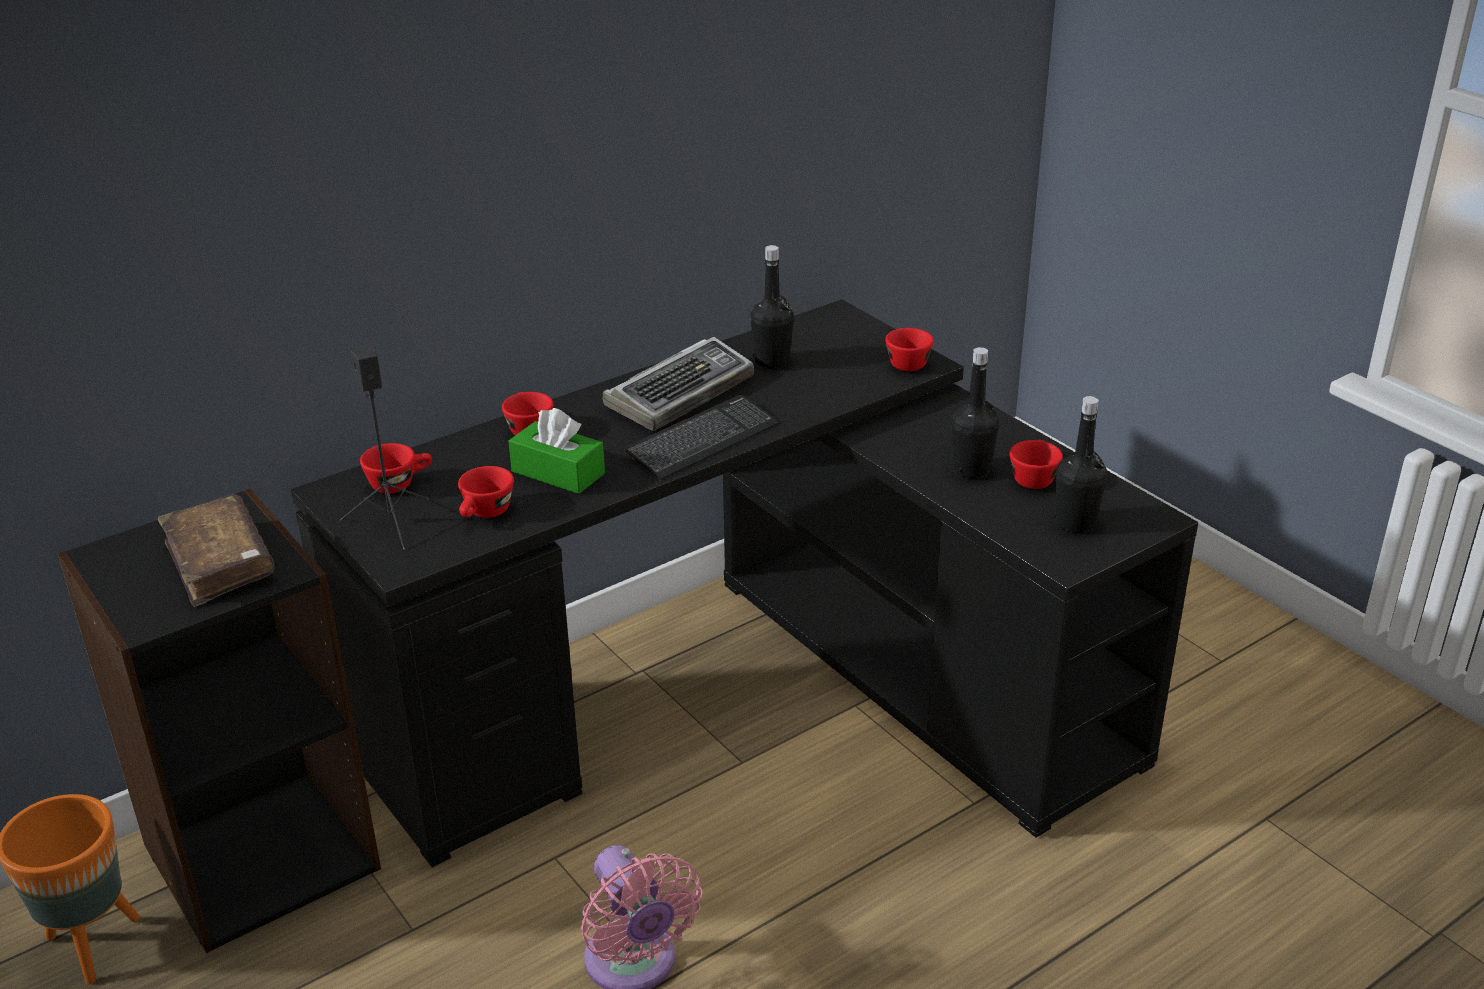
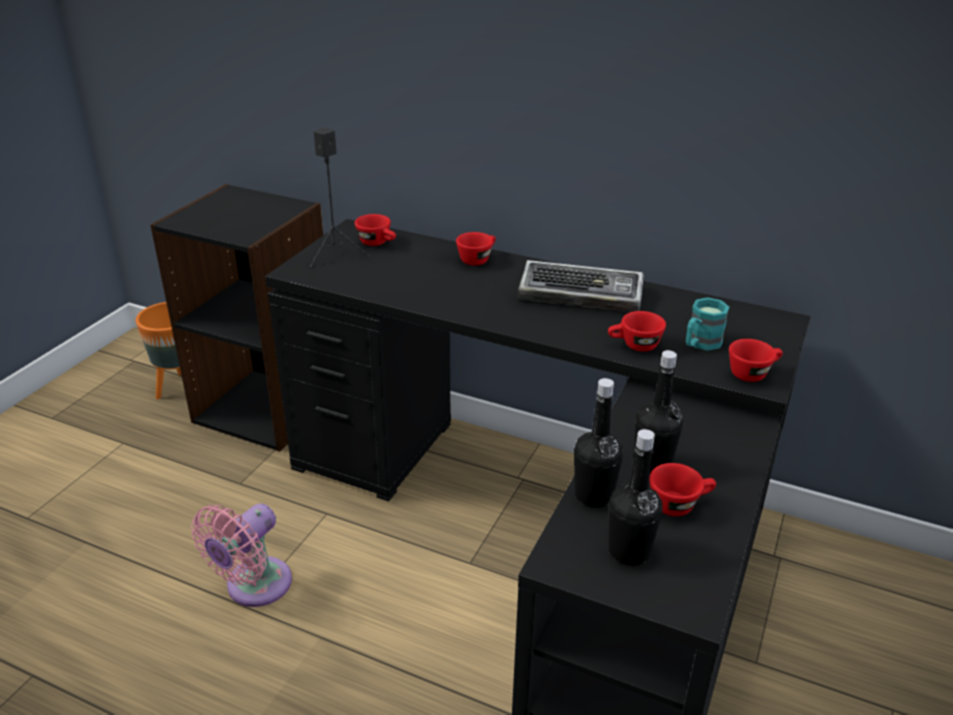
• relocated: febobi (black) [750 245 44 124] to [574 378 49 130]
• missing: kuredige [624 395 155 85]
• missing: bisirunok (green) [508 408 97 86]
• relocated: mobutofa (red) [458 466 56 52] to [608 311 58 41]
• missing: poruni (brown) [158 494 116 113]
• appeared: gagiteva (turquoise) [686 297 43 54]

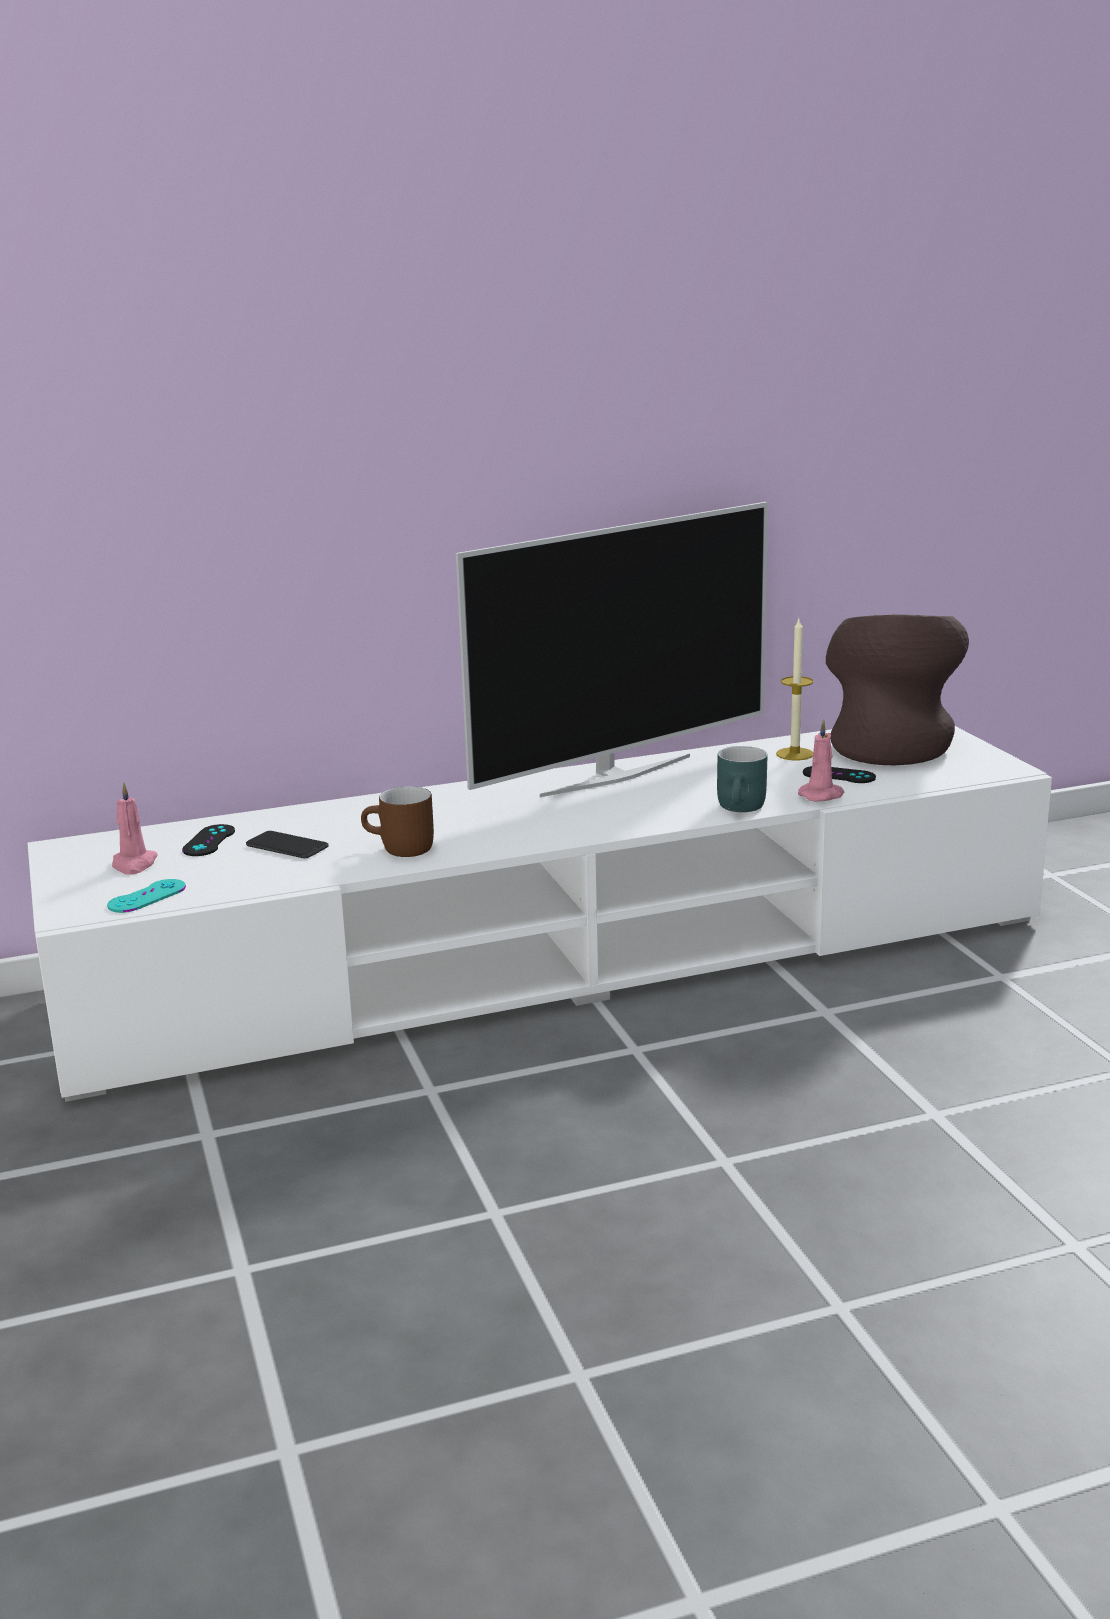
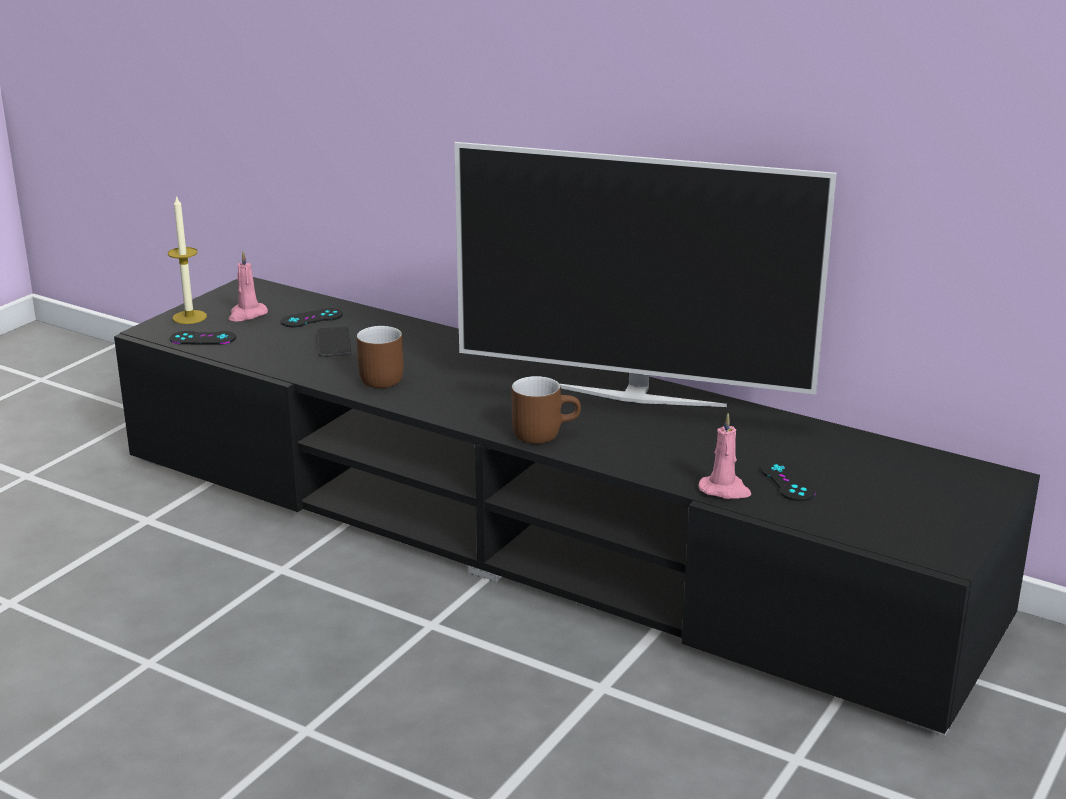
• missing: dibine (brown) [826 615 143 150]
• relocated: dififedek [776 619 37 141] to [168 195 39 129]
• colour: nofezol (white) [27 726 1025 376] to nofezol (black) [114 277 926 459]
• missing: gagiteva (turquoise) [717 746 51 66]
• colour: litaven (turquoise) [107 879 79 34] to litaven (black) [170 331 66 14]
• appeared: gagiteva (brown) [511 376 70 68]

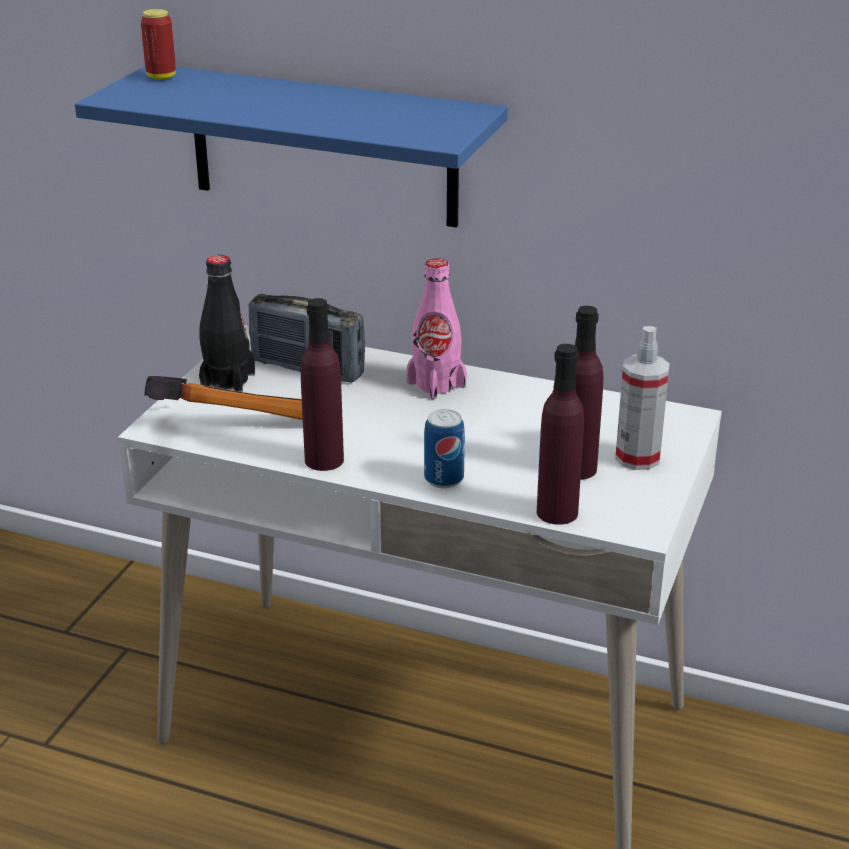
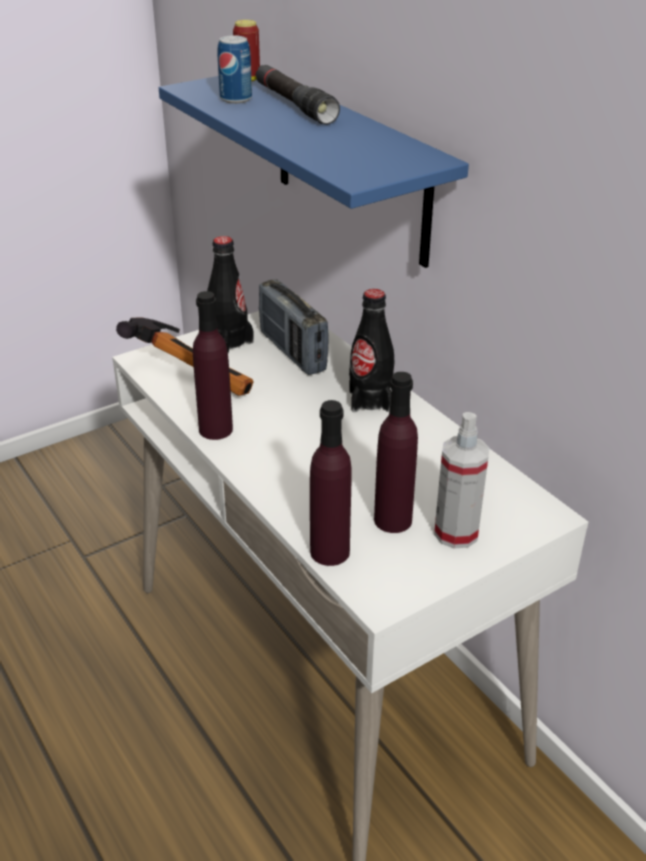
• colour: febobi (pink) [406 258 61 141] to febobi (black) [349 289 45 123]
• relocated: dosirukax [424 409 41 79] to [217 36 35 68]
• appeared: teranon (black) [256 65 84 60]

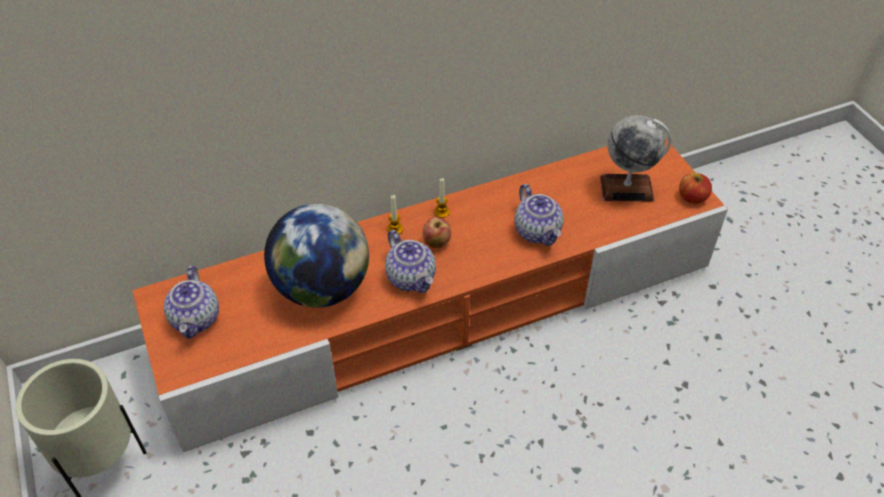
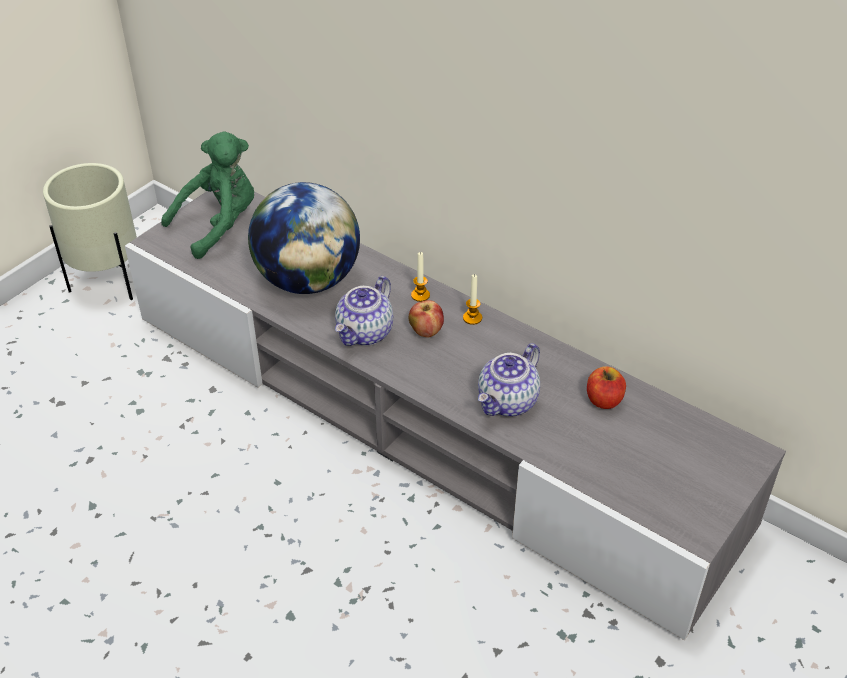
• missing: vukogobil [600 115 71 86]
• colour: nofezol (orange) [132 138 596 315] to nofezol (grey) [125 191 661 449]
• relocated: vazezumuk [679 173 33 31] to [587 366 39 43]
• exchanged: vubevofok [164 266 55 73] to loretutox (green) [161 131 93 128]

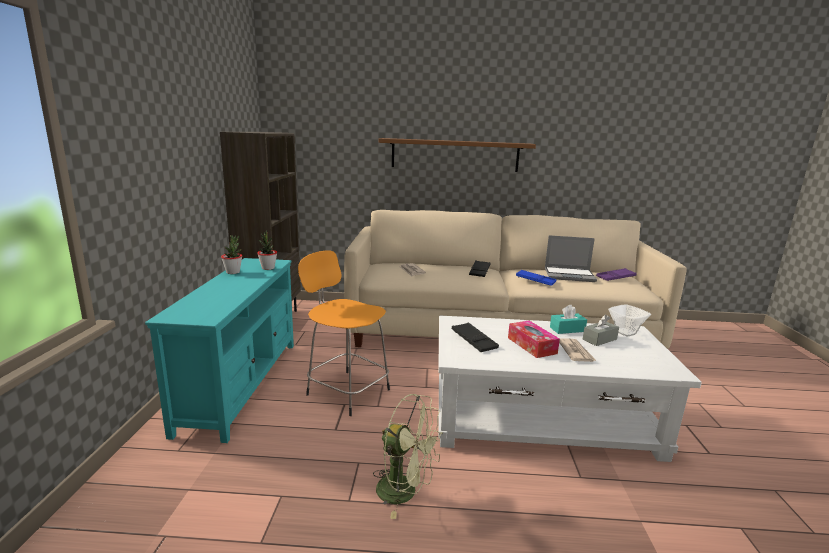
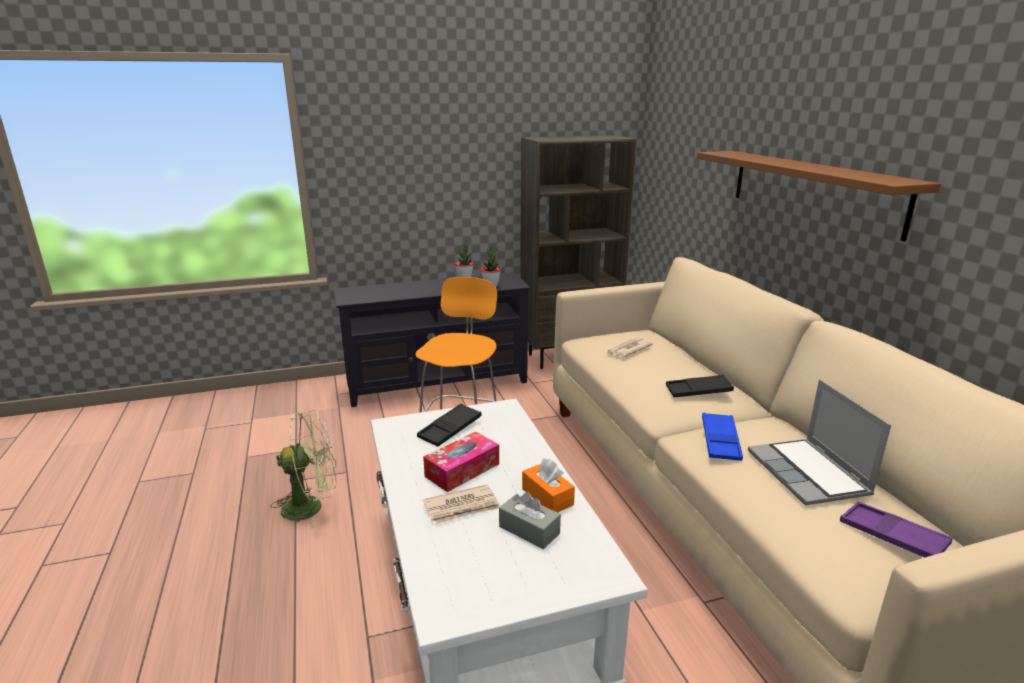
• colour: nofezol (turquoise) [145 258 149 185] to nofezol (black) [333 273 197 134]
• missing: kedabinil [608 304 43 32]
• colour: bisirunok (turquoise) [550 305 37 29] to bisirunok (orange) [522 458 53 55]
• spun: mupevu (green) [373 394 70 125] = [271 410 65 119] 105 degrees counterclockwise

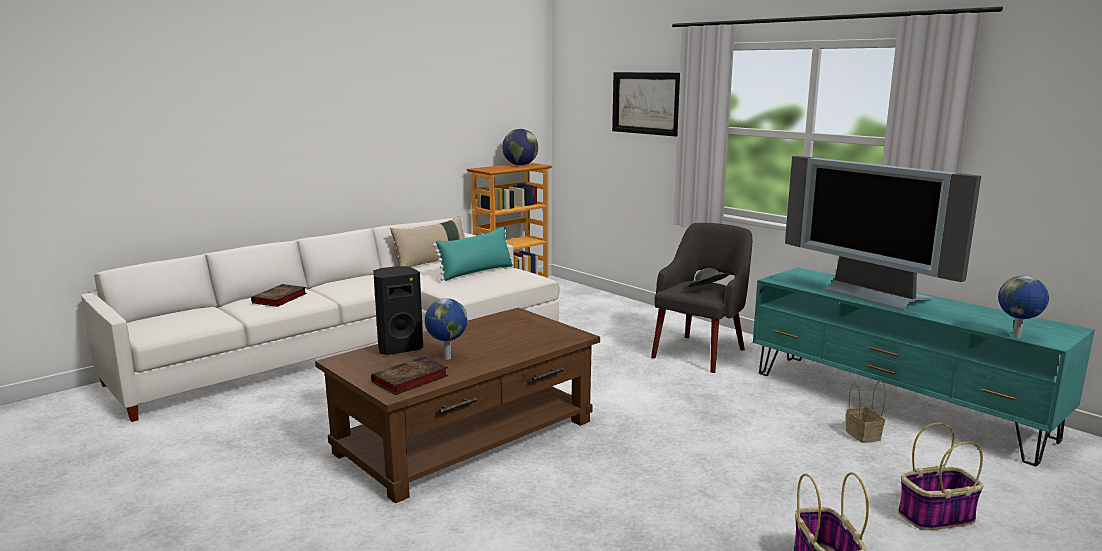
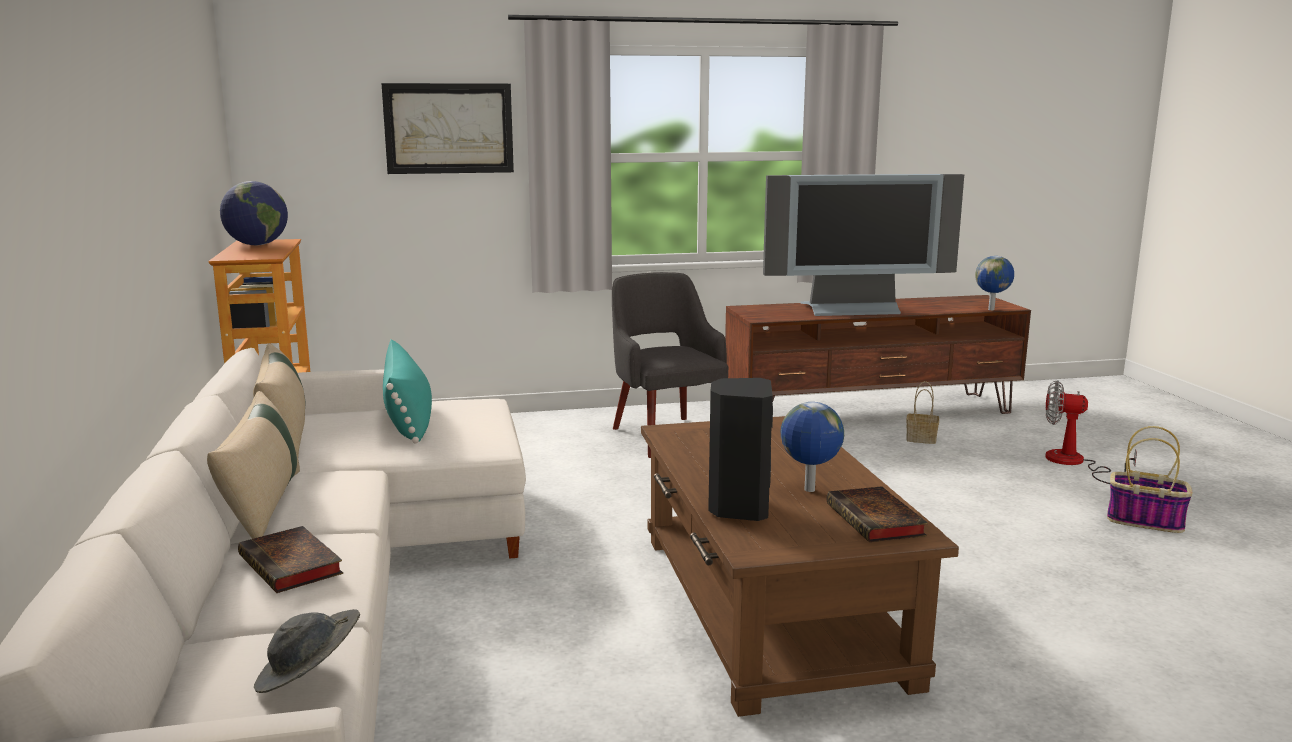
• colour: nofezol (turquoise) [753 267 342 199] to nofezol (brown) [725 295 306 119]
• relocated: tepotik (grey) [688 268 41 19] to [254 609 106 84]
• exchanged: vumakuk [898 422 85 108] to mupevu [1045 380 92 104]
• appeared: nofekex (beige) [207 391 93 148]

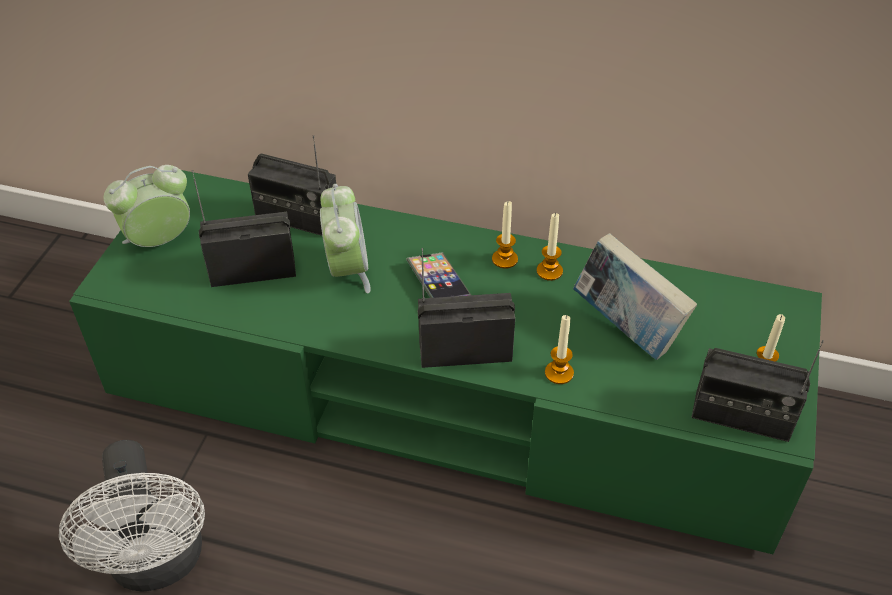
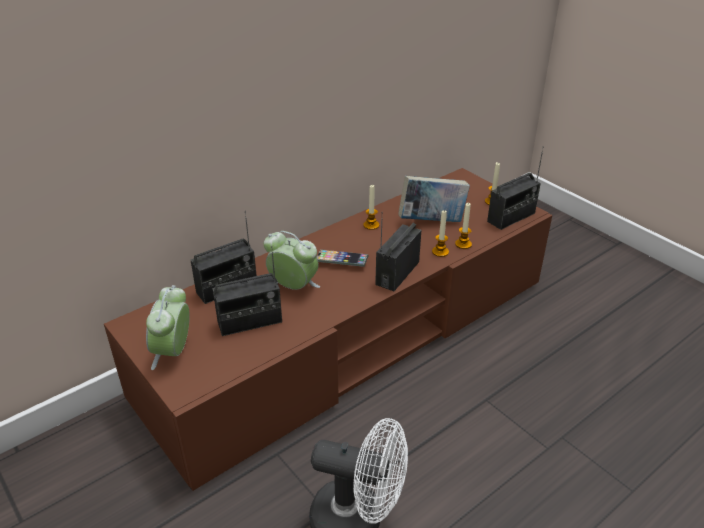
• colour: nofezol (green) [69 170 753 384] to nofezol (brown) [104 168 448 323]
• spun: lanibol [192 170 104 117] = [212 246 70 90] 135 degrees counterclockwise
• relocated: dififedek [492 201 26 68] to [455 203 17 46]

